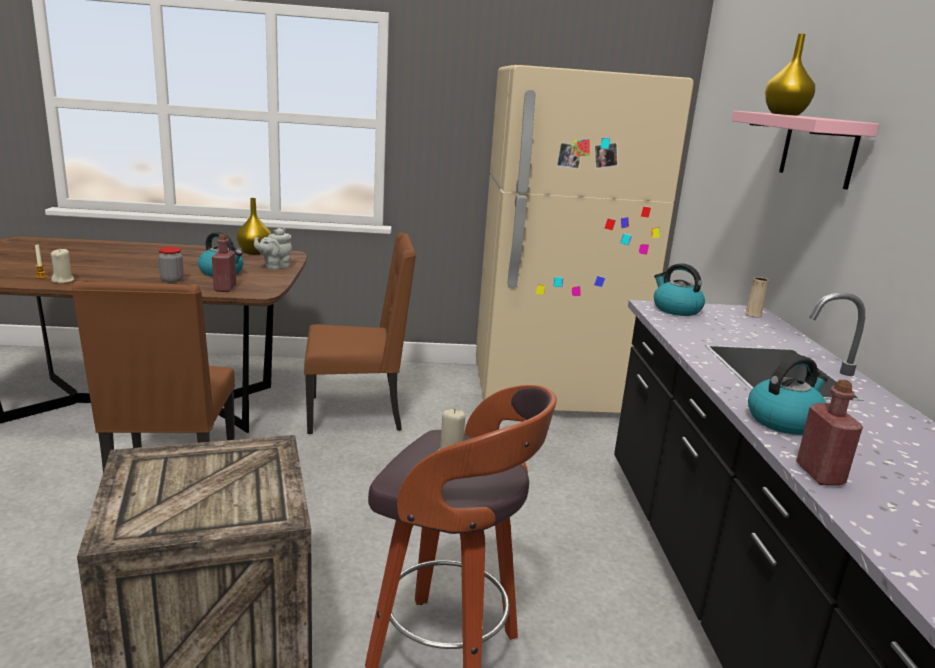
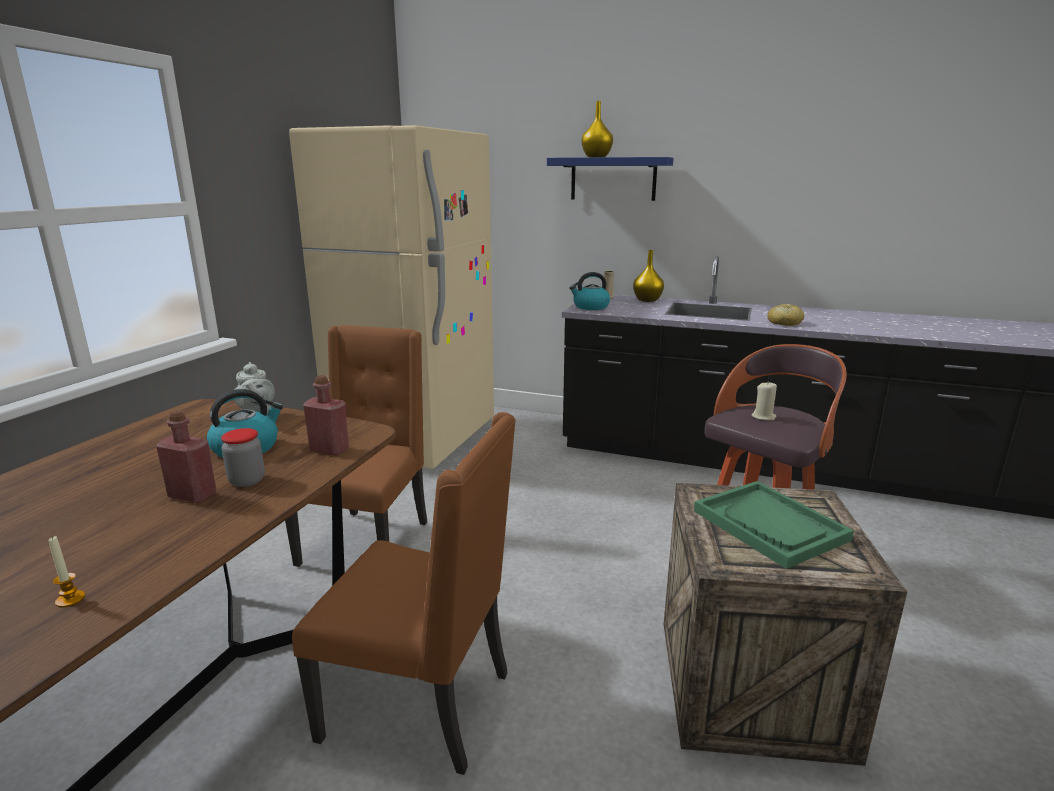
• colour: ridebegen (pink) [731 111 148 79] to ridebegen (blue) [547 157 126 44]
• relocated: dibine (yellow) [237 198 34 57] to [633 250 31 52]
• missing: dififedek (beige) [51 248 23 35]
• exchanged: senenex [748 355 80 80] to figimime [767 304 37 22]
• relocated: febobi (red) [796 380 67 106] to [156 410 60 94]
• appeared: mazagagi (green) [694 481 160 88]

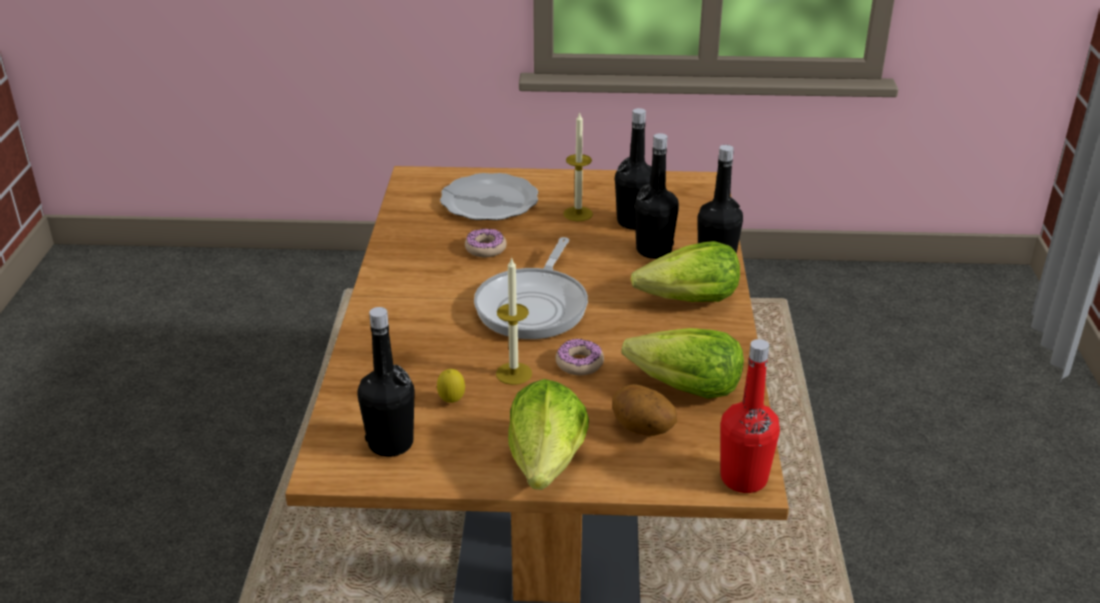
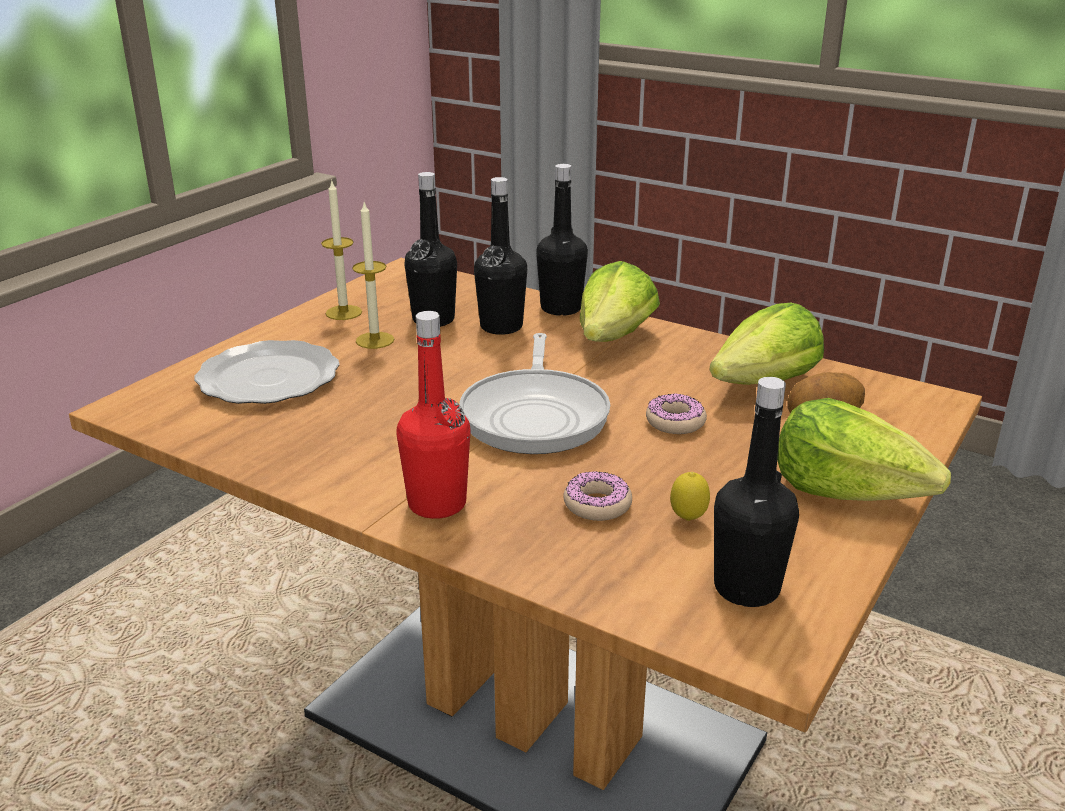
• relocated: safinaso [465 229 42 28] to [563 471 69 50]
• spun: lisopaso [474 237 114 102] = [460 333 150 121] 45 degrees clockwise
• relocated: dififedek [496 257 36 128] to [321 180 41 140]
• relocated: febobi (red) [720 339 60 154] to [396 311 75 208]

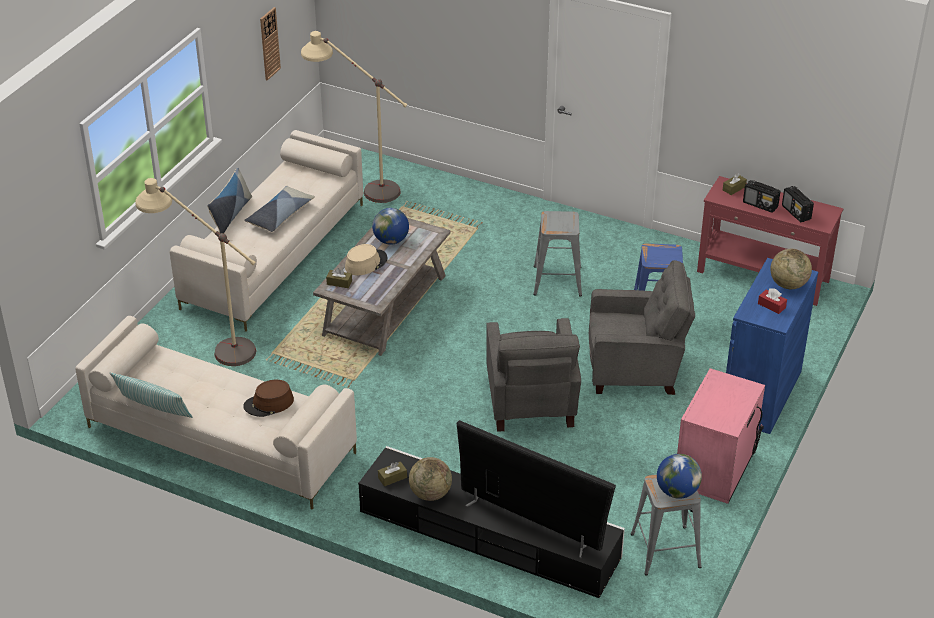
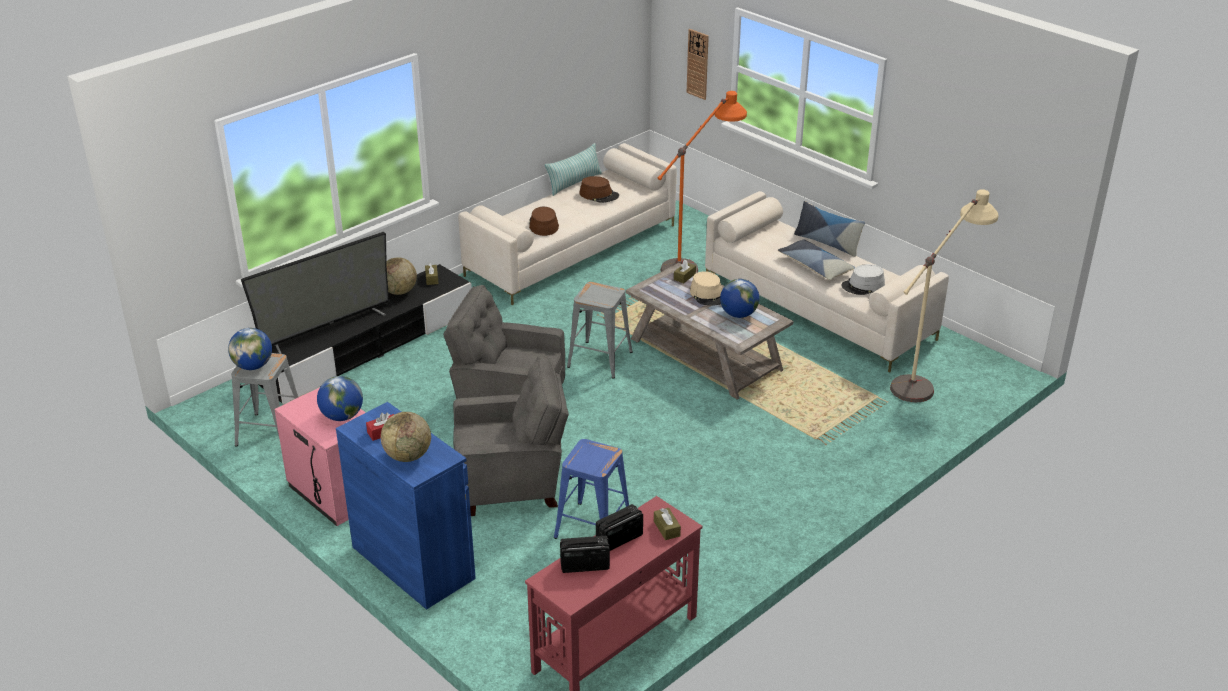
• relocated: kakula [260 7 21 74] to [687 29 22 71]
• colour: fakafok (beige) [135 178 121 188] to fakafok (orange) [658 91 89 181]
• relocated: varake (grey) [533 211 49 86] to [567 282 66 97]
• spun: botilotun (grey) [589 260 106 135] = [453 356 116 160] 120 degrees counterclockwise
• appeared: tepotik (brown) [580 176 39 27]
• appeared: tepotik (grey) [841 264 44 31]
• appeared: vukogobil [317 376 46 45]

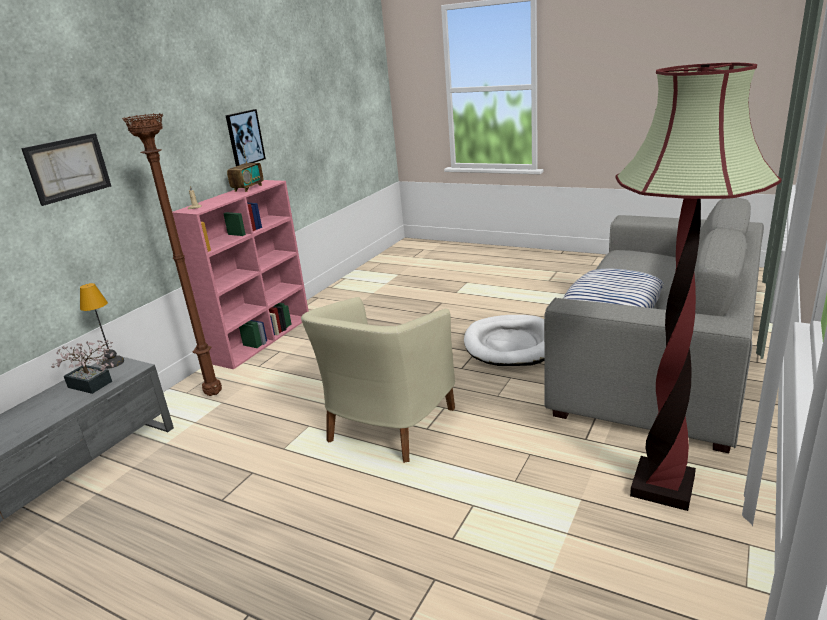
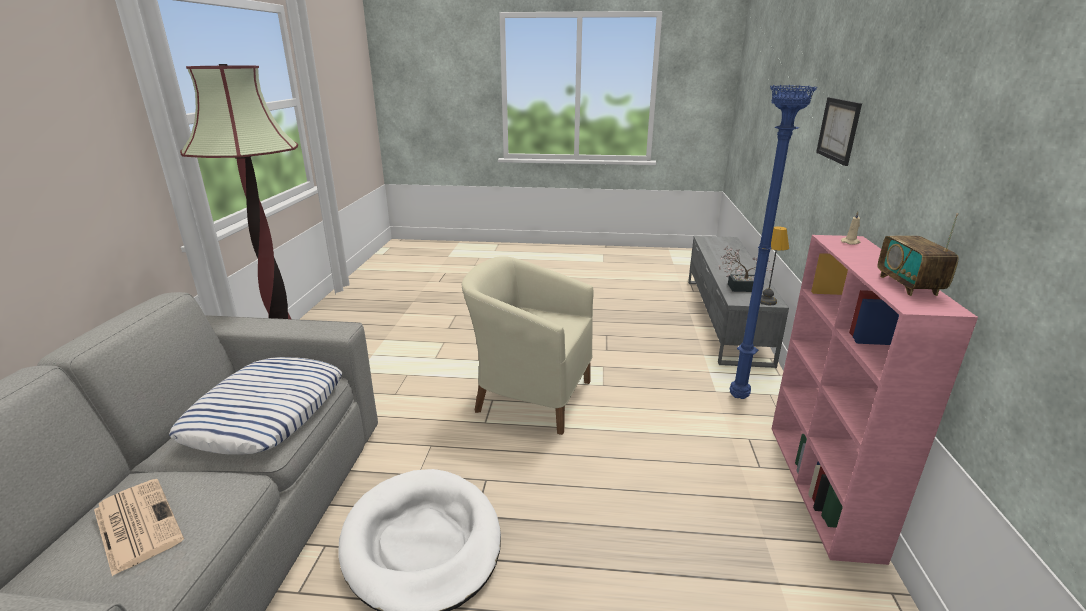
• missing: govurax [225 109 41 57]
• colour: fakafok (brown) [122 113 100 283] to fakafok (blue) [730 85 87 314]
• spun: botilotun (beige) [301 297 154 166] = [462 256 132 179] 75 degrees counterclockwise
• appeared: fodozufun [94 479 90 97]

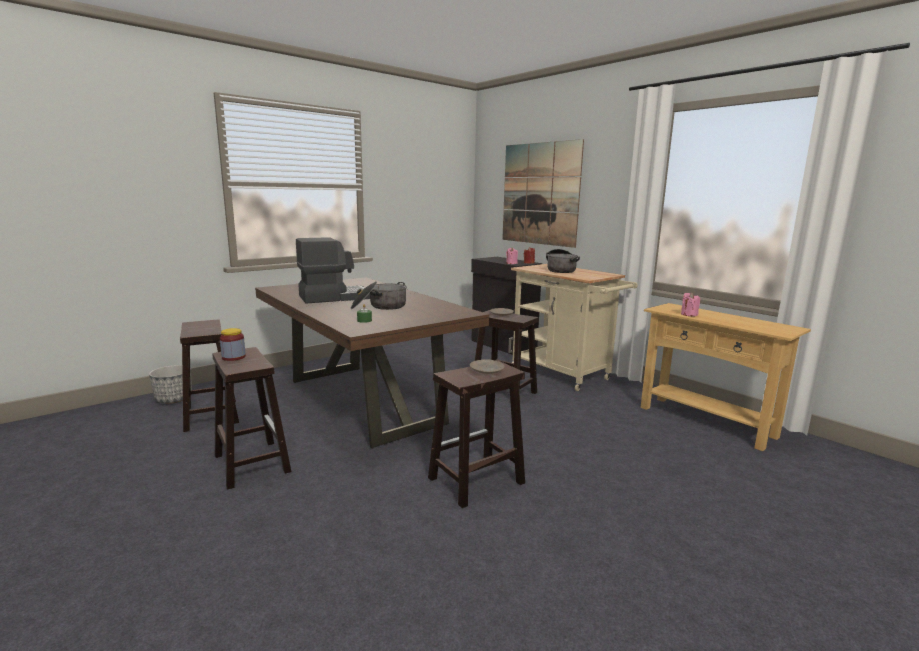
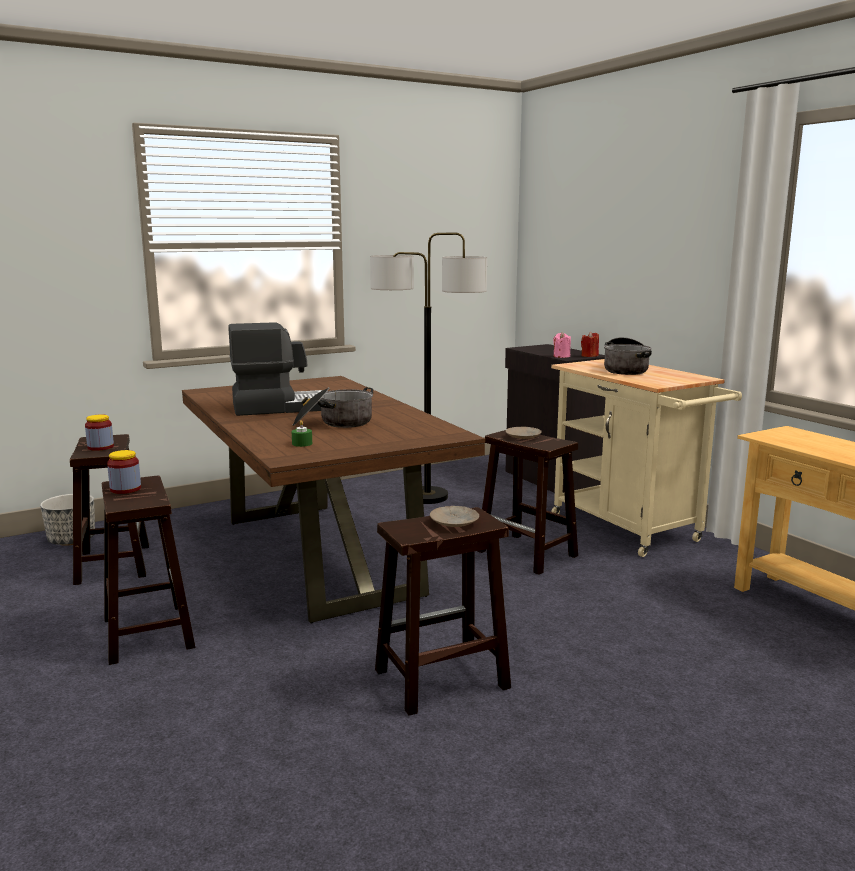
• missing: govurax [502 139 82 109]
• missing: dififedek (pink) [681 292 19 24]
• appeared: fakafok [370 233 117 271]
• appeared: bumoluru [85 414 29 37]

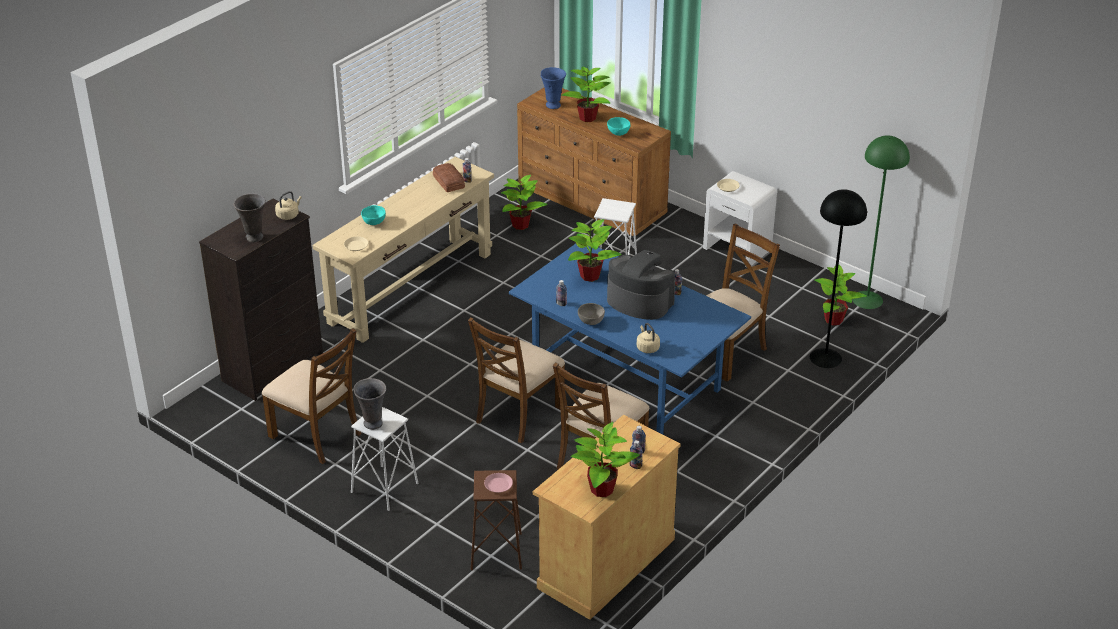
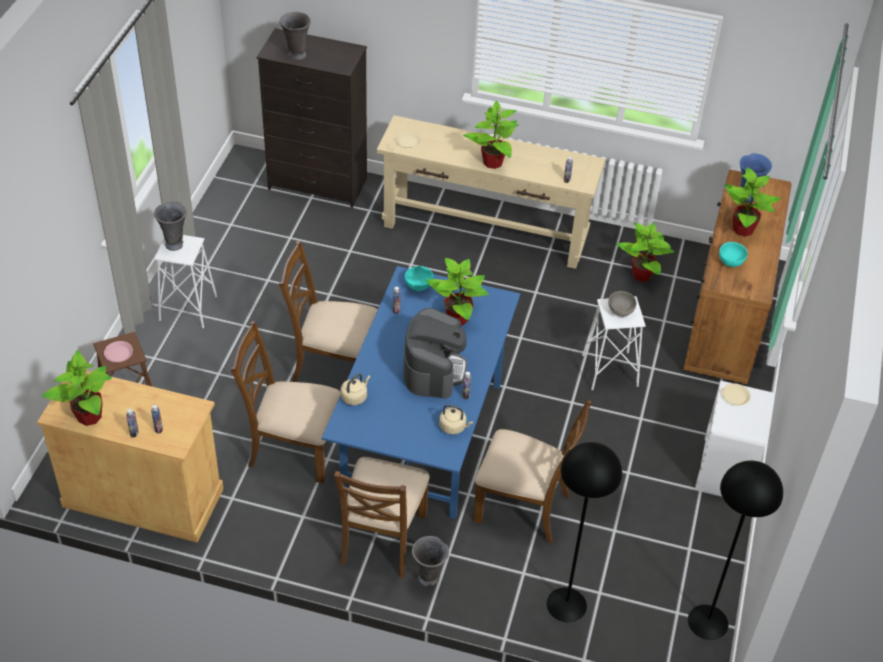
• colour: fakafok (green) [852 135 58 174] to fakafok (black) [688 461 95 179]
• missing: figimime [433 163 32 29]
• relocated: senenex (beige) [275 191 27 29] to [439 405 34 29]
• relocated: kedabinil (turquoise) [361 205 25 20] to [405 266 29 25]
• relocated: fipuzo [815 265 52 60] to [463 101 56 68]
• relocated: kedabinil (grey) [578 303 27 22] to [608 291 28 26]
• relocated: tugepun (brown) [262 328 100 136] to [334 457 96 121]
• appeared: dibine (grey) [412 536 37 50]

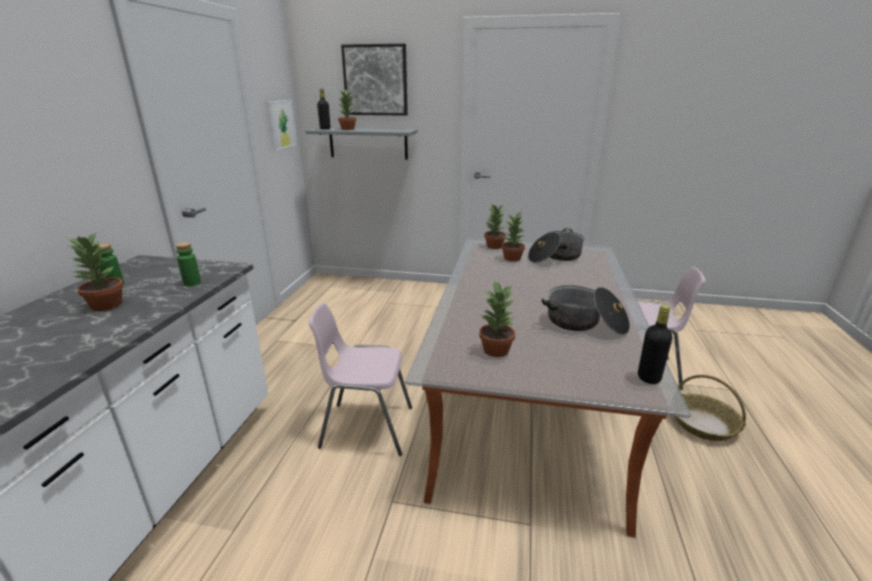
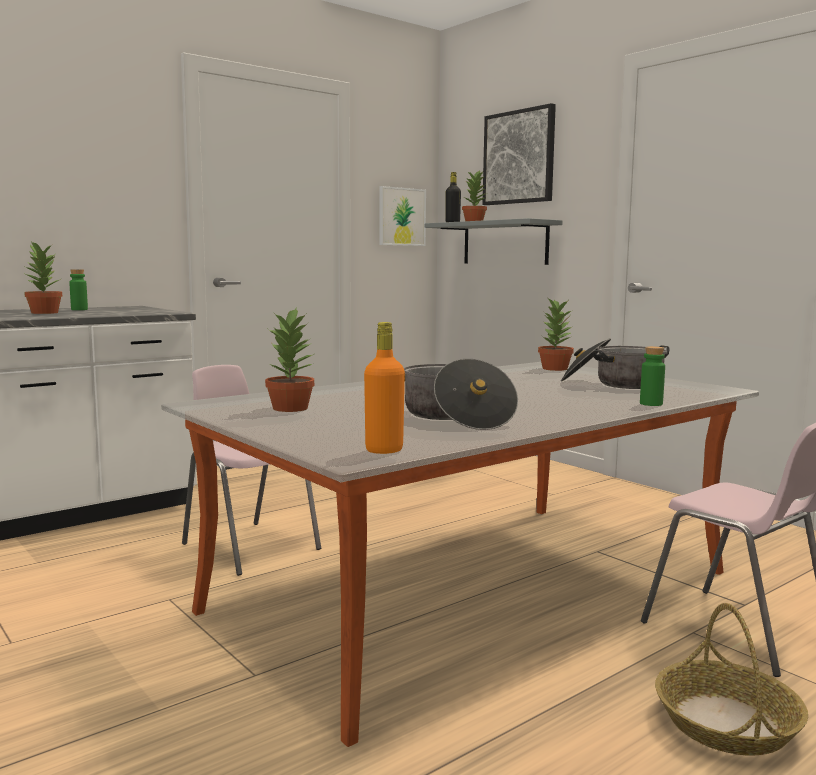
• missing: fipuzo [501 212 24 50]
• relocated: febobi (green) [176 242 25 44] to [640 346 25 60]
• colour: febobi (black) [638 305 34 79] to febobi (orange) [364 322 41 132]

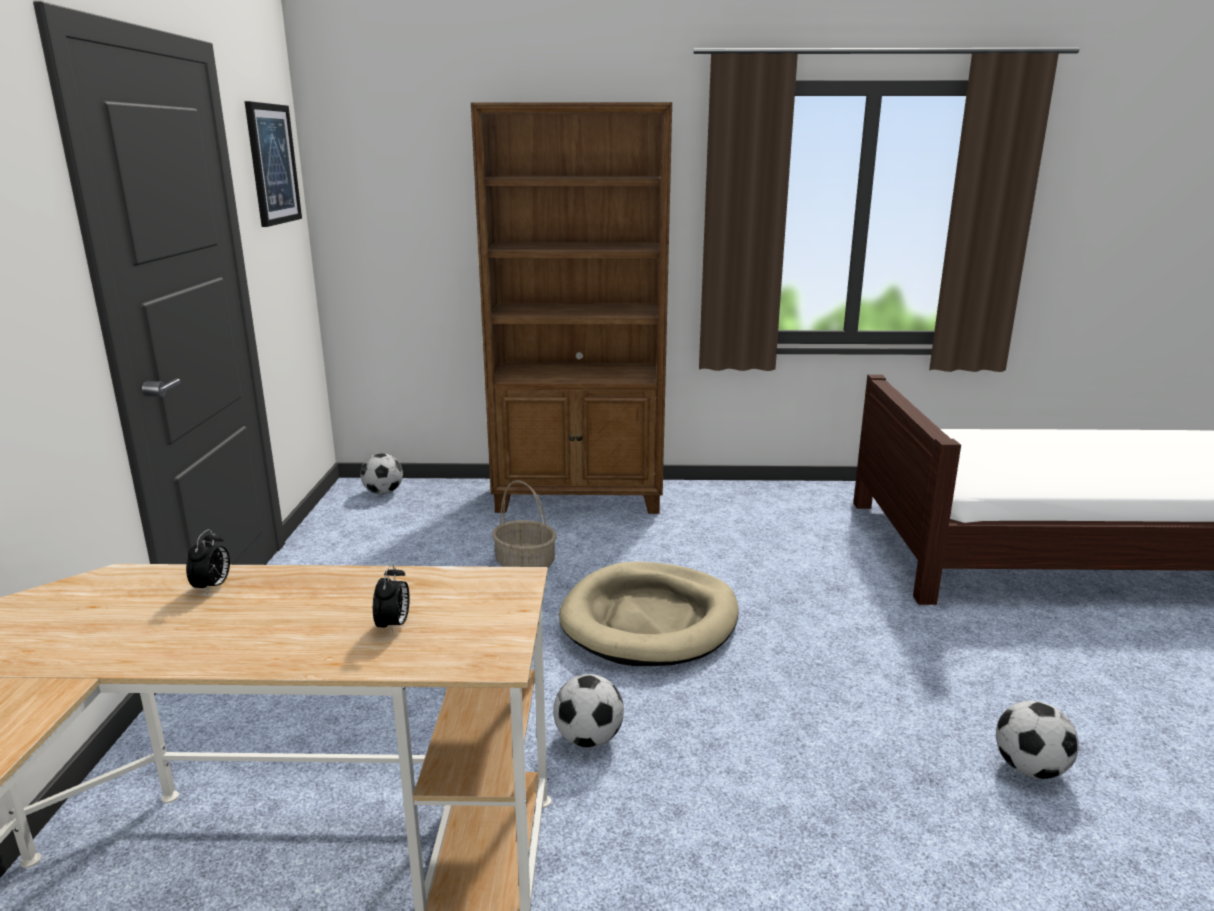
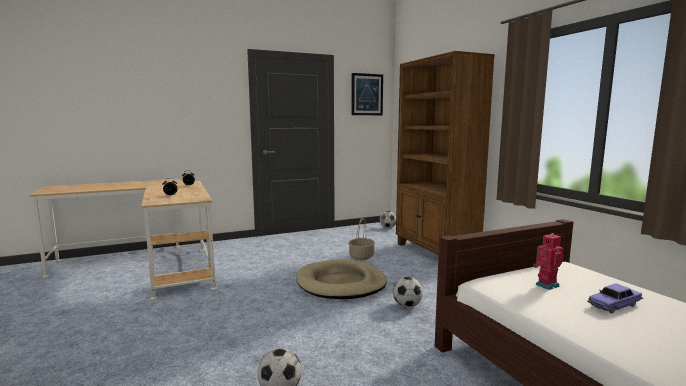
• relocated: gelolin [553 674 71 74] to [393 277 30 30]
• appeared: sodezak [534 233 30 57]
• appeared: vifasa [587 283 56 30]

